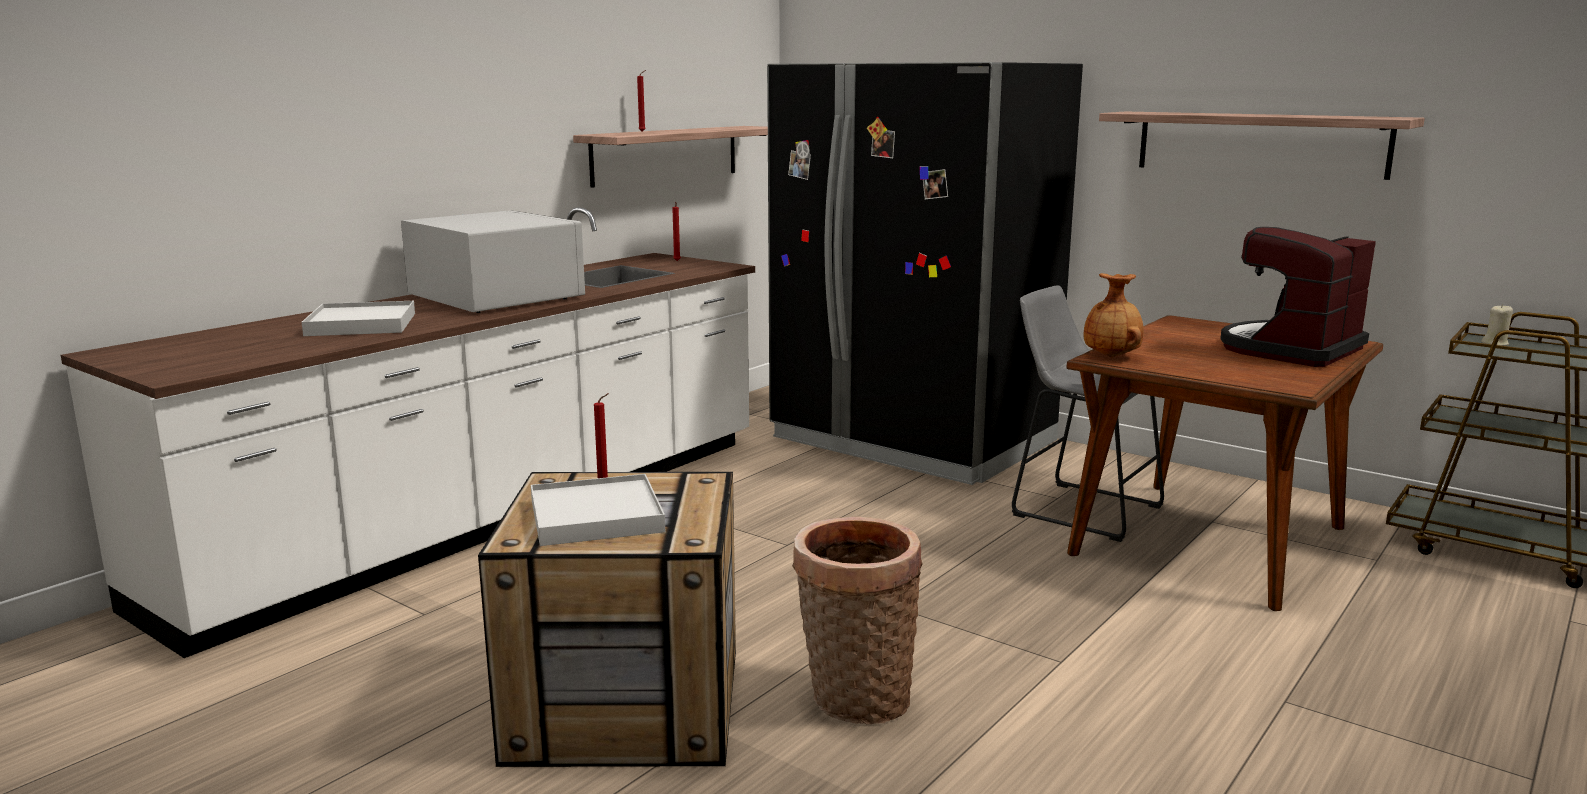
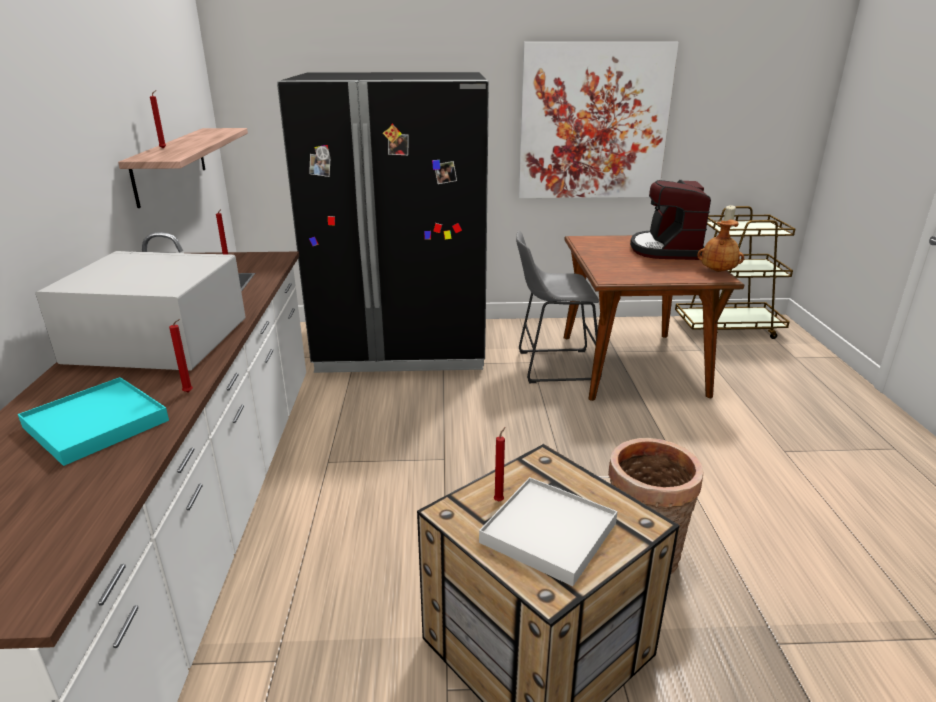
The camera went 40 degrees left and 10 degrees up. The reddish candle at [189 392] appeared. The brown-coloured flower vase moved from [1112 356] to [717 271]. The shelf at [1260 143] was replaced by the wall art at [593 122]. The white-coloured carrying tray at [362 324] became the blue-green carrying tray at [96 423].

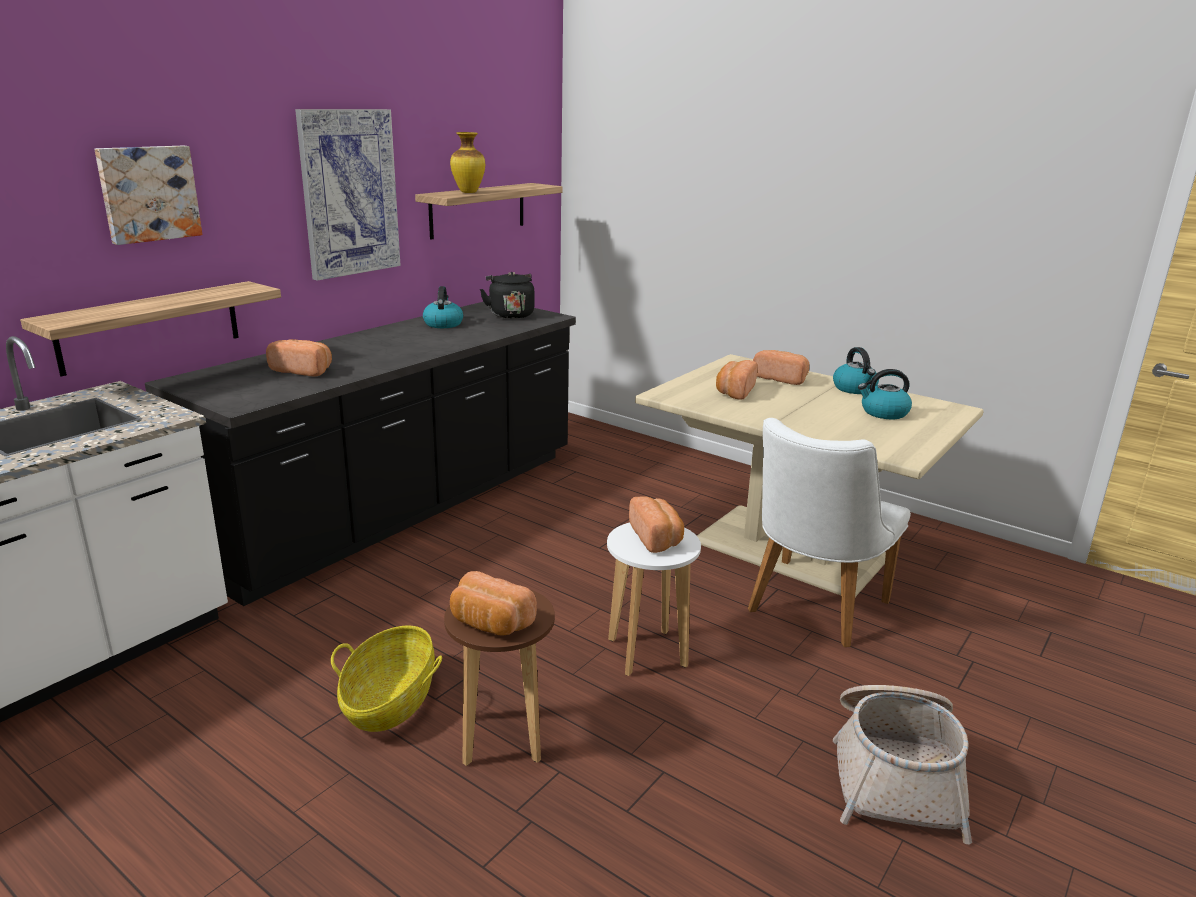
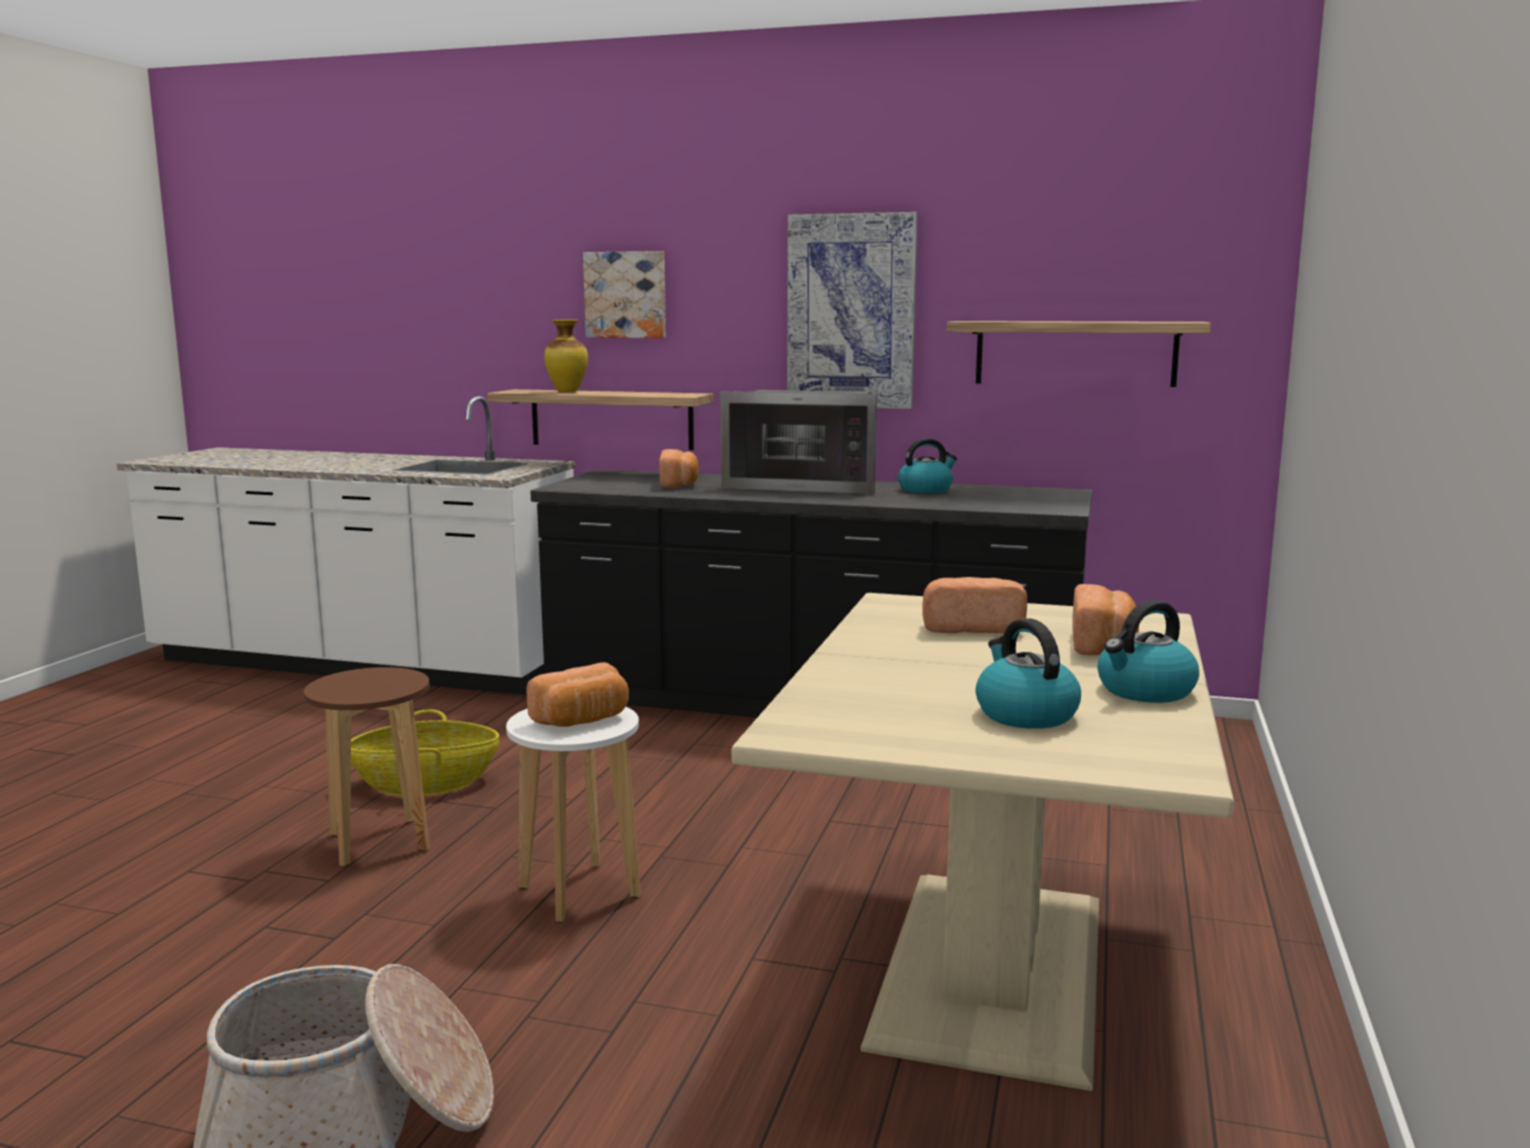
The camera went 70 degrees right and 10 degrees down. The bread at [489 624] disappeared. The blackish water kettle at [510 314] disappeared. The white-coloured chair at [810 611] disappeared. The microwave at [805 485] appeared. The flower vase moved from [469 192] to [567 392].

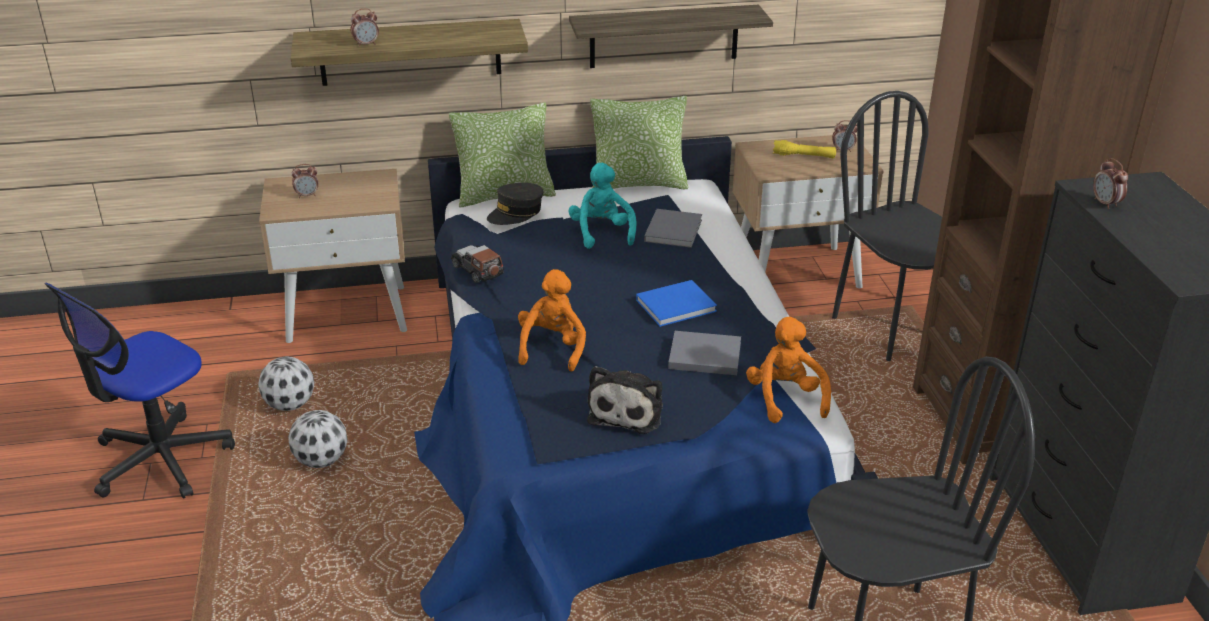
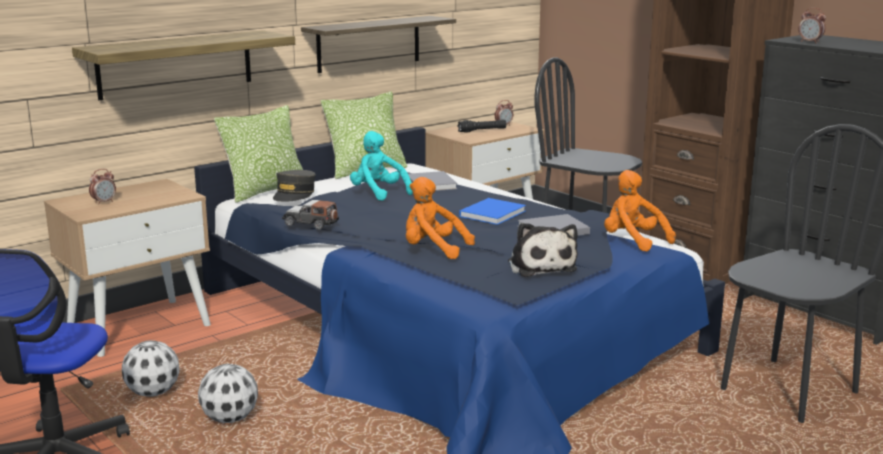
The camera went 30 degrees left and 15 degrees down. The bedside clock at [366 44] disappeared. The yellow-coloured hand torch at [804 156] became the blackish hand torch at [482 130]. The orange-coloured plush toy at [552 348] turned 45 degrees counterclockwise.

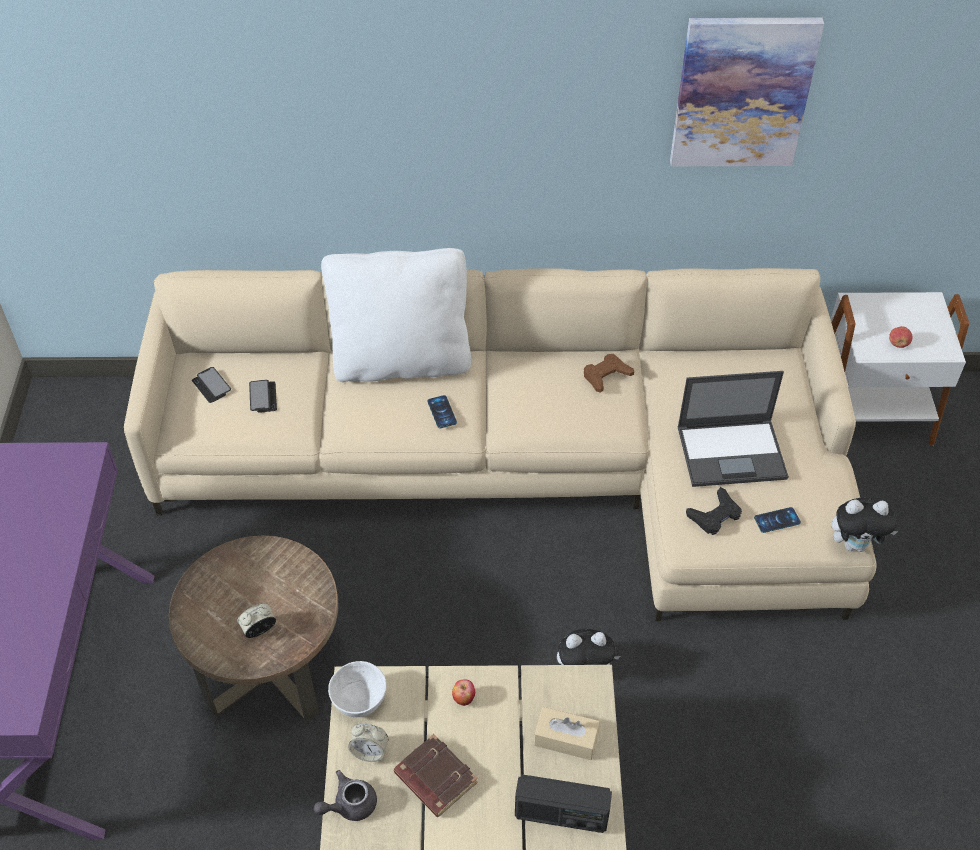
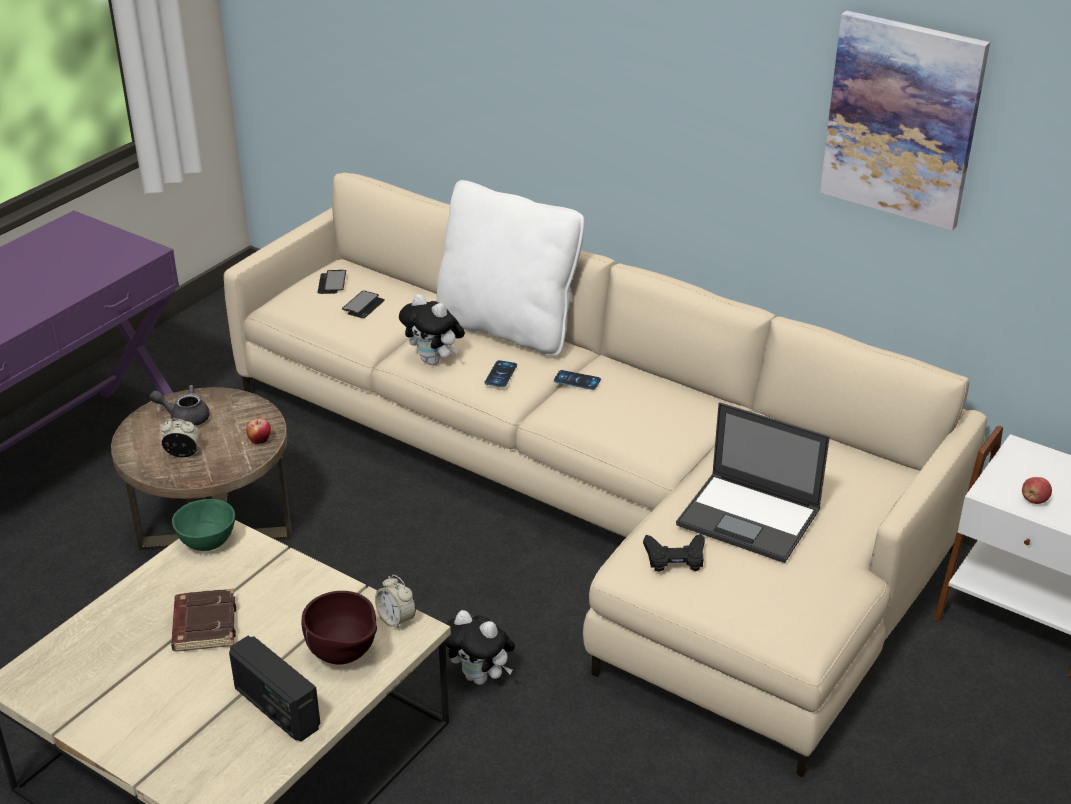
The camera went 35 degrees right and 15 degrees down. The brown-coloured joypad at [606 376] disappeared. The grey pot for tea moved from [349 805] to [185 417]. The bedside clock moved from [370 751] to [396 620]. The apple moved from [463 698] to [260 441]. The handset moved from [777 520] to [577 380]. The plush toy moved from [855 544] to [434 361]. The sand-coloured tissue box at [566 739] was replaced by the brown-coloured bowl at [345 657]. The white-coloured bowl at [359 702] became the greenish bowl at [206 543].

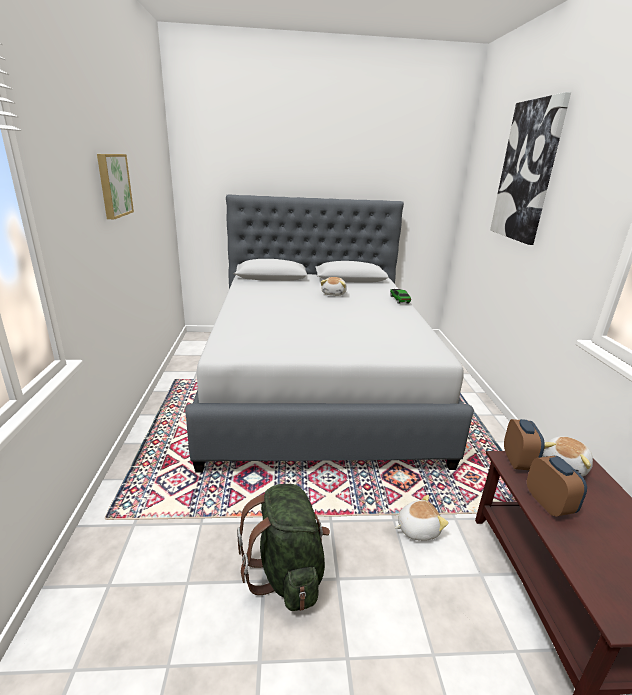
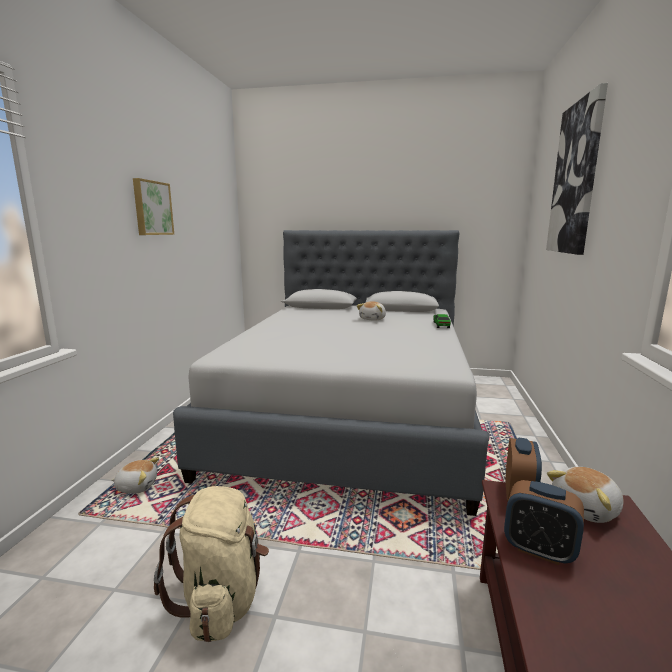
The camera went 15 degrees right and 10 degrees down. The plush toy moved from [417 528] to [137 486]. The greenish rucksack at [287 573] became the sand-coloured rucksack at [221 599]. The bedside clock at [548 504] turned 120 degrees clockwise.

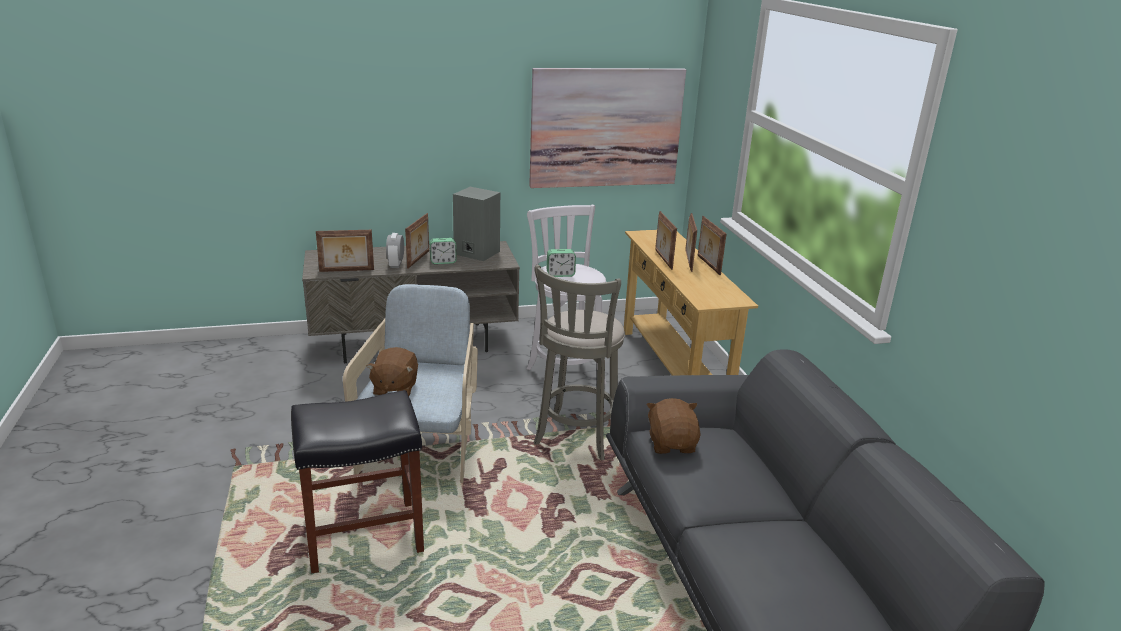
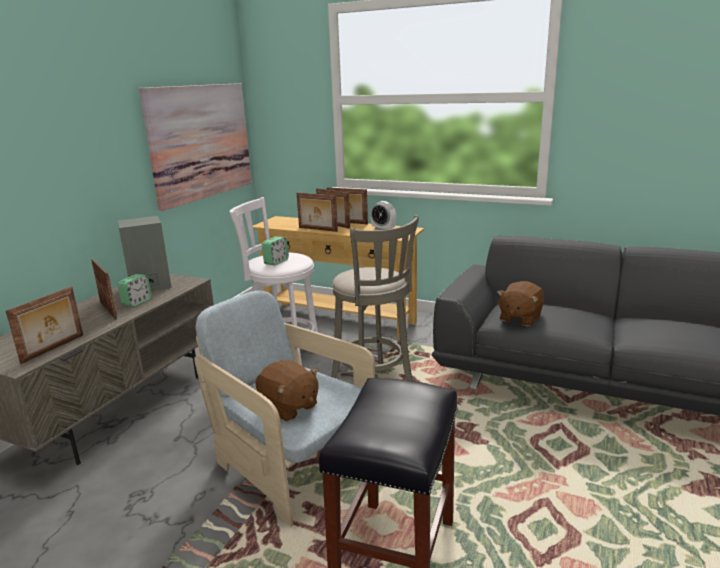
The camera went 50 degrees left and 5 degrees down. The bedside clock moved from [396 264] to [383 229]. The brown-coloured plush toy at [672 444] turned 90 degrees counterclockwise.

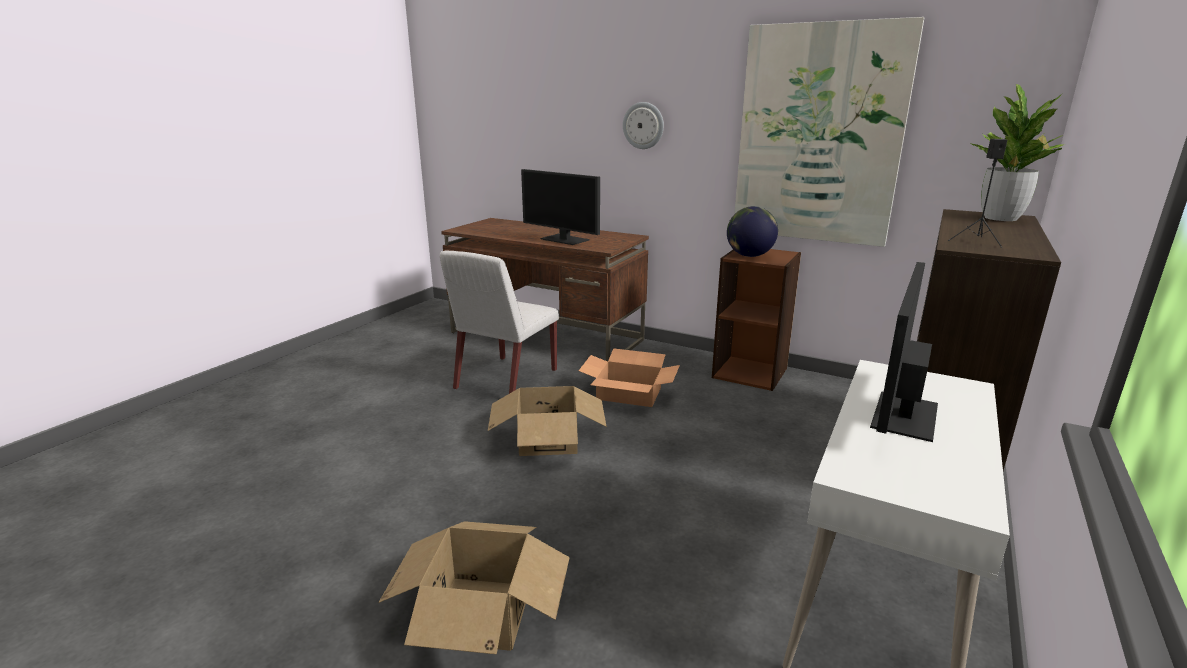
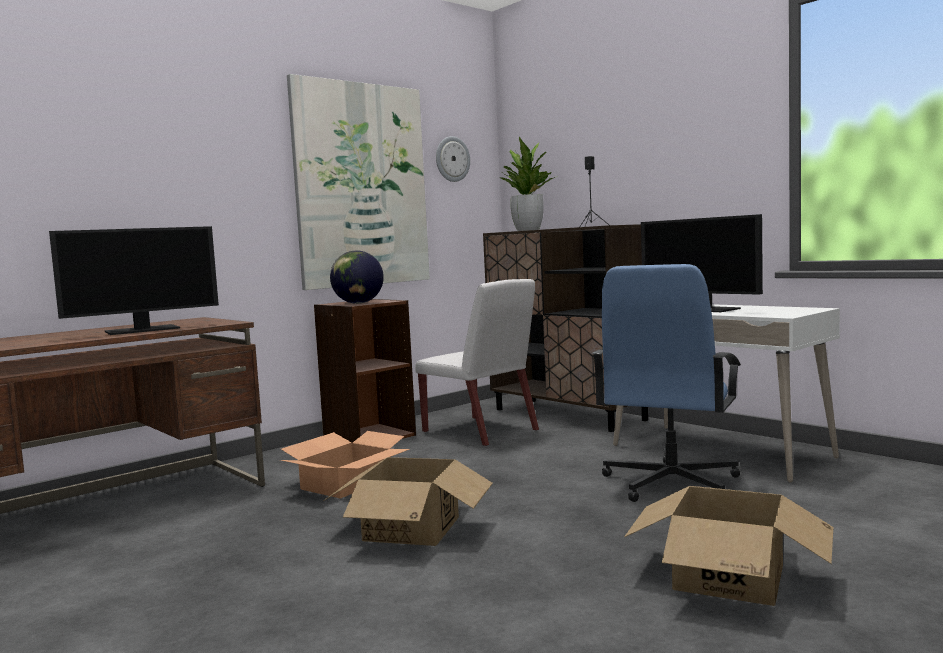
The camera went 70 degrees left and 15 degrees down. The blue computer chair at [670 483] appeared. The white-coloured chair moved from [505 380] to [481 431]. The hanging clock moved from [643 125] to [452 159].

